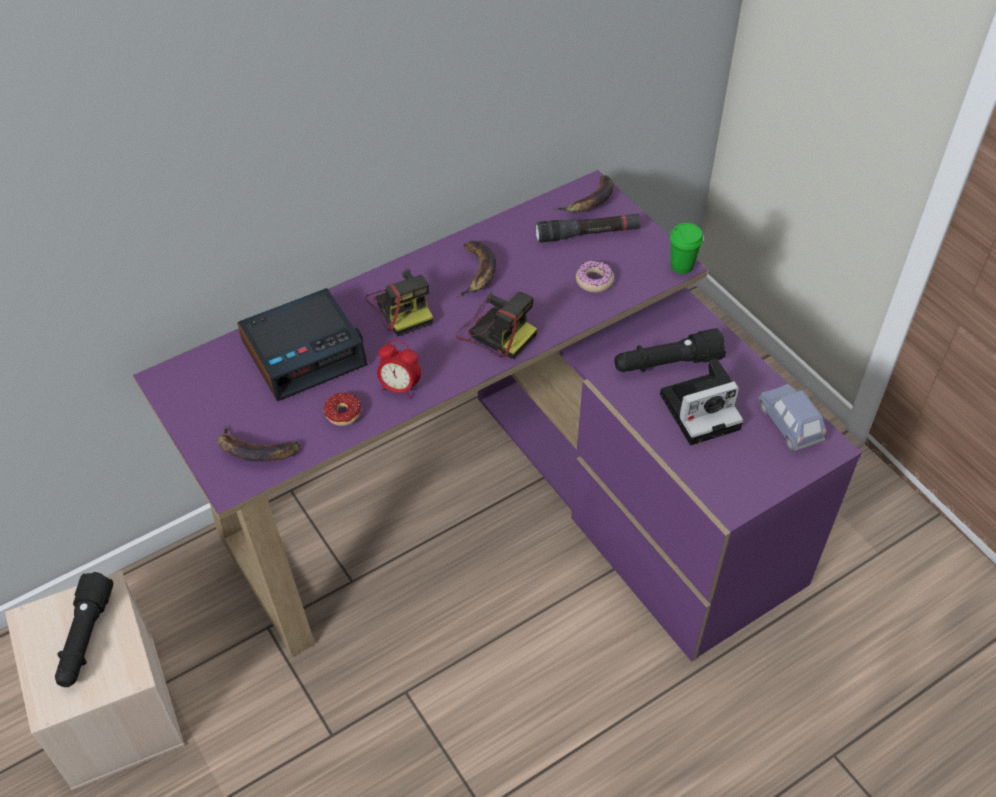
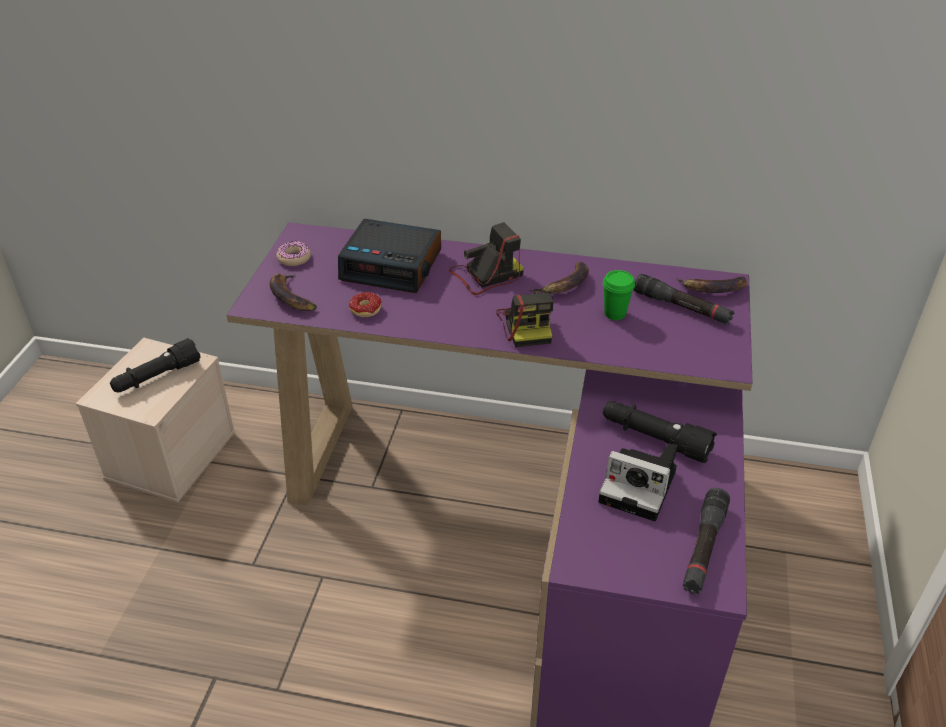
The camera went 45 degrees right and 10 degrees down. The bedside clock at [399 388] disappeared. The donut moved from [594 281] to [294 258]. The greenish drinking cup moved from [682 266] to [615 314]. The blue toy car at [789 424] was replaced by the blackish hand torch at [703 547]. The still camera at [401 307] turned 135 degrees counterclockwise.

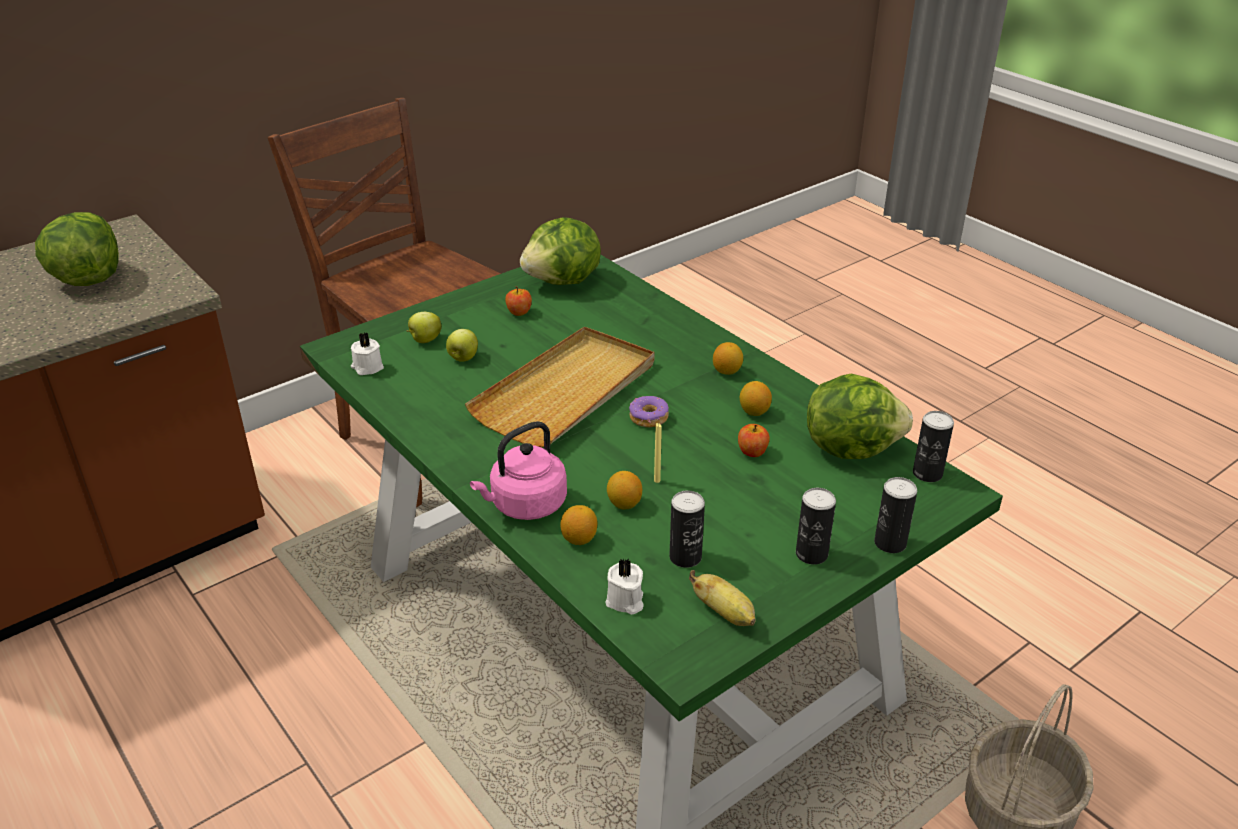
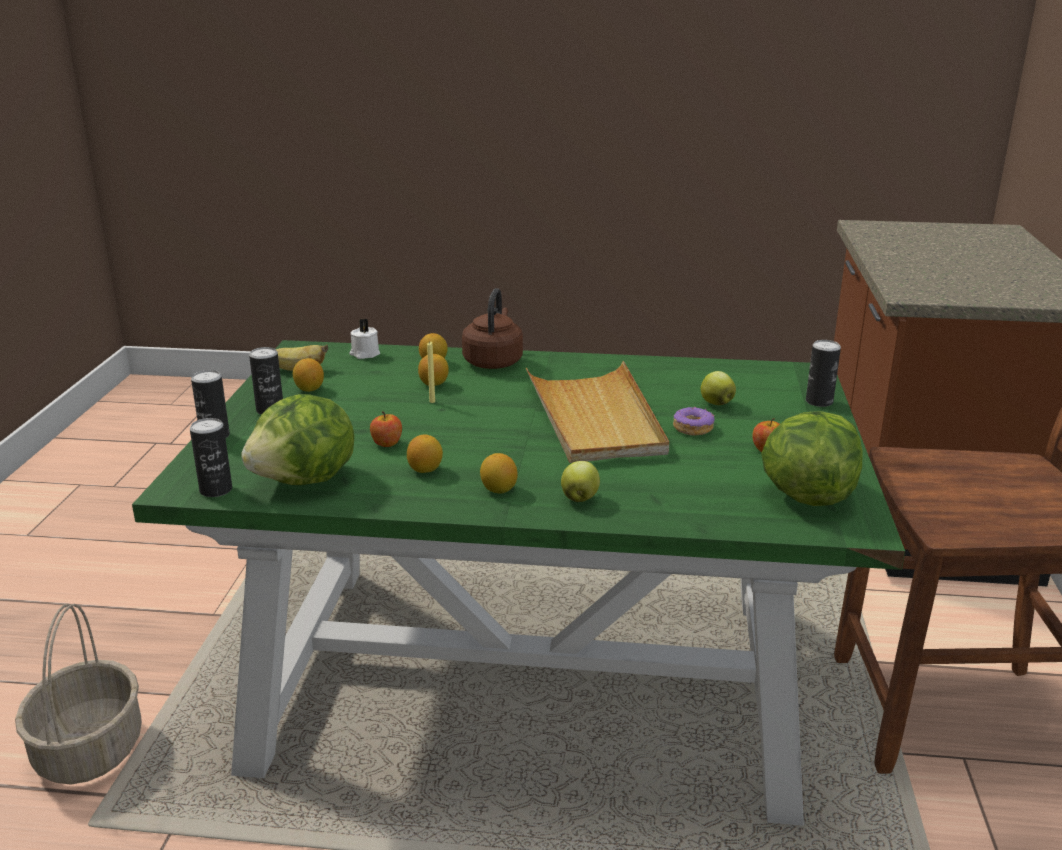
The camera went 135 degrees right and 10 degrees down. The head of lettuce at [87 279] disappeared. The white-coloured candle at [367 367] disappeared. The lemon at [309 389] appeared. The apple moved from [425 340] to [579 498]. The donut moved from [648 418] to [692 428]. The can moved from [685 557] to [819 401]. The pinkish water kettle at [525 505] became the brown-coloured water kettle at [493 361].

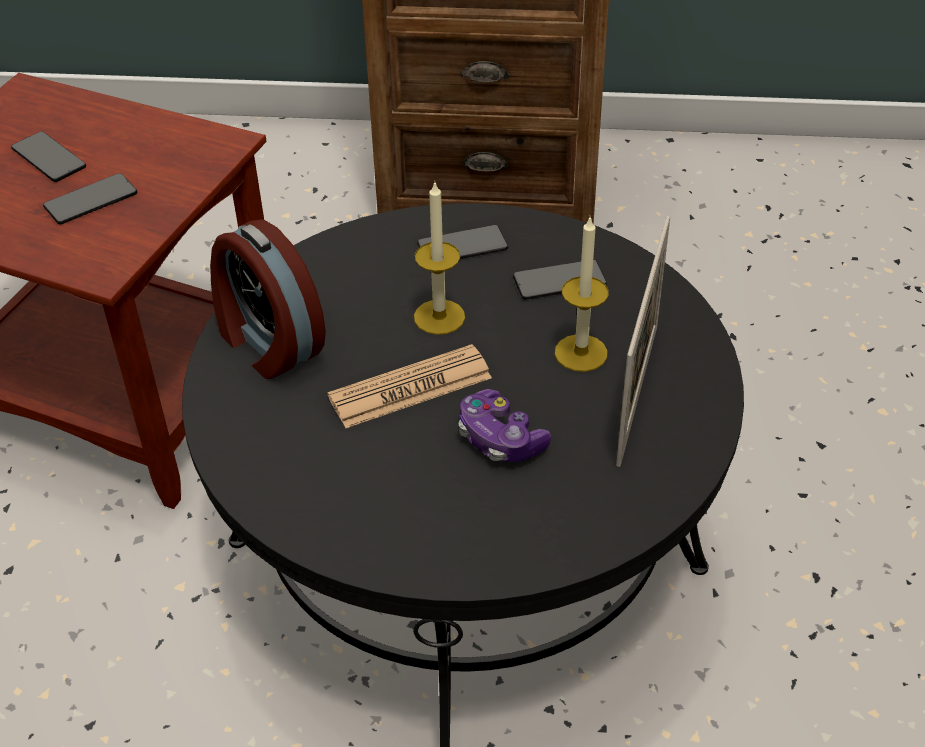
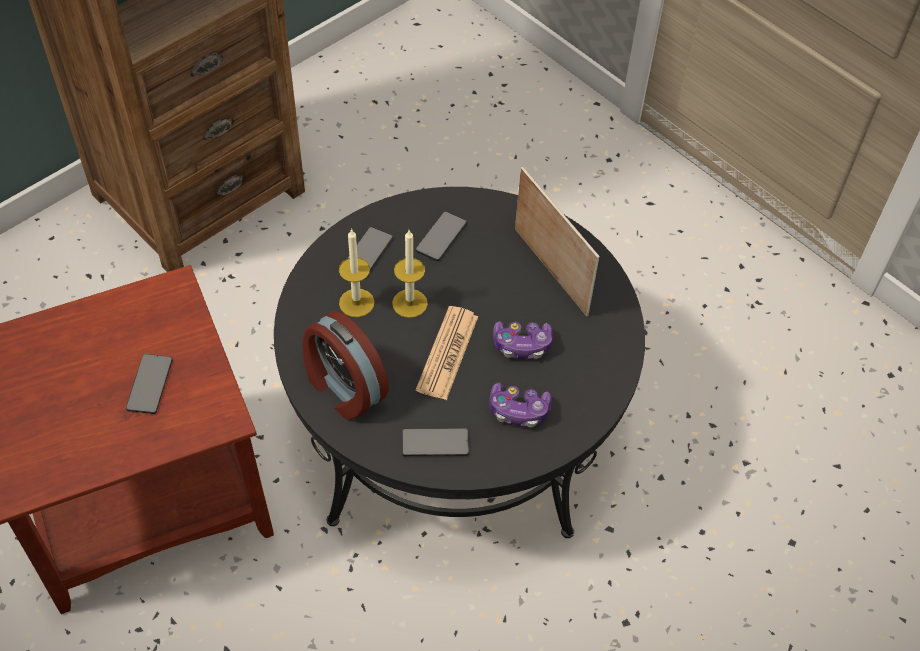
The camera went 50 degrees left and 10 degrees up. The joypad at [518 410] appeared. The handset moved from [48 158] to [435 443]. The candle moved from [581 353] to [356 303]. The bedside clock at [267 343] turned 45 degrees clockwise.

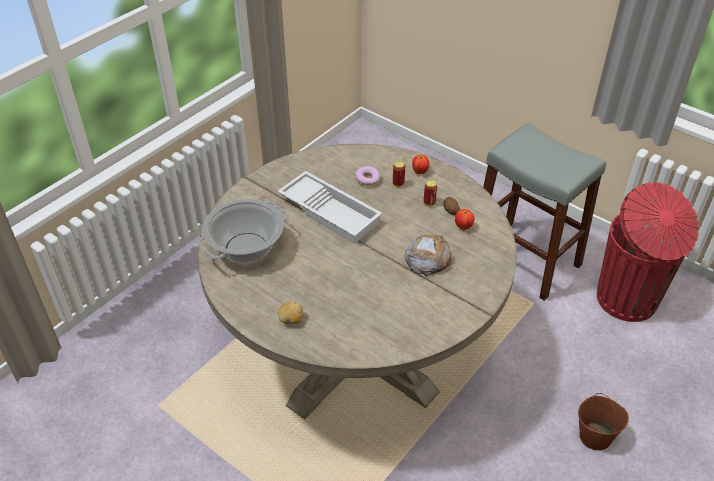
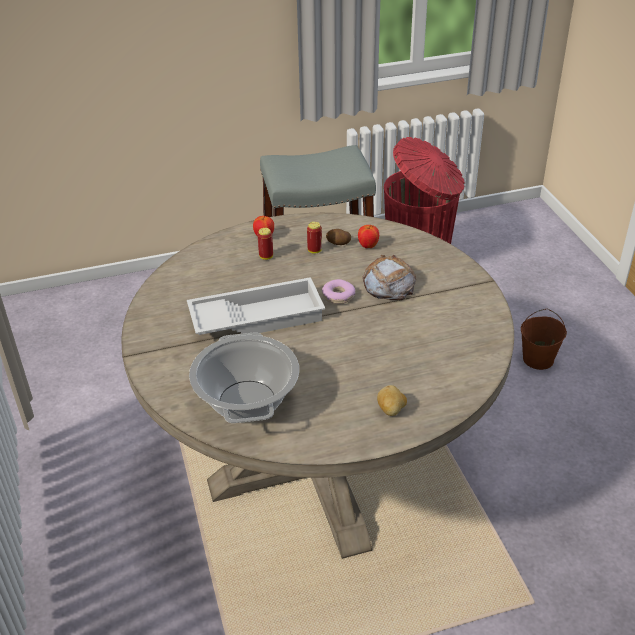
The camera went 55 degrees left and 5 degrees down. The donut moved from [367 179] to [338 296].

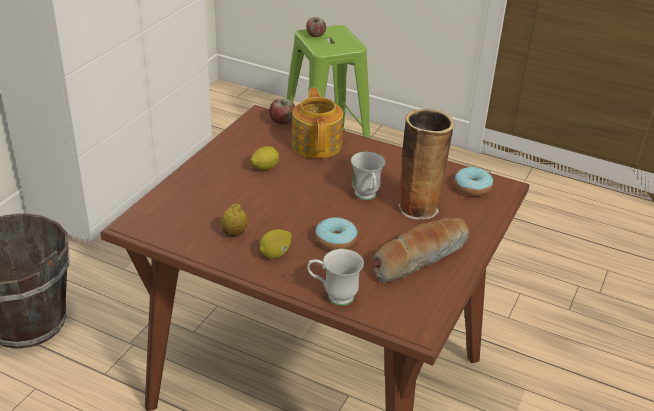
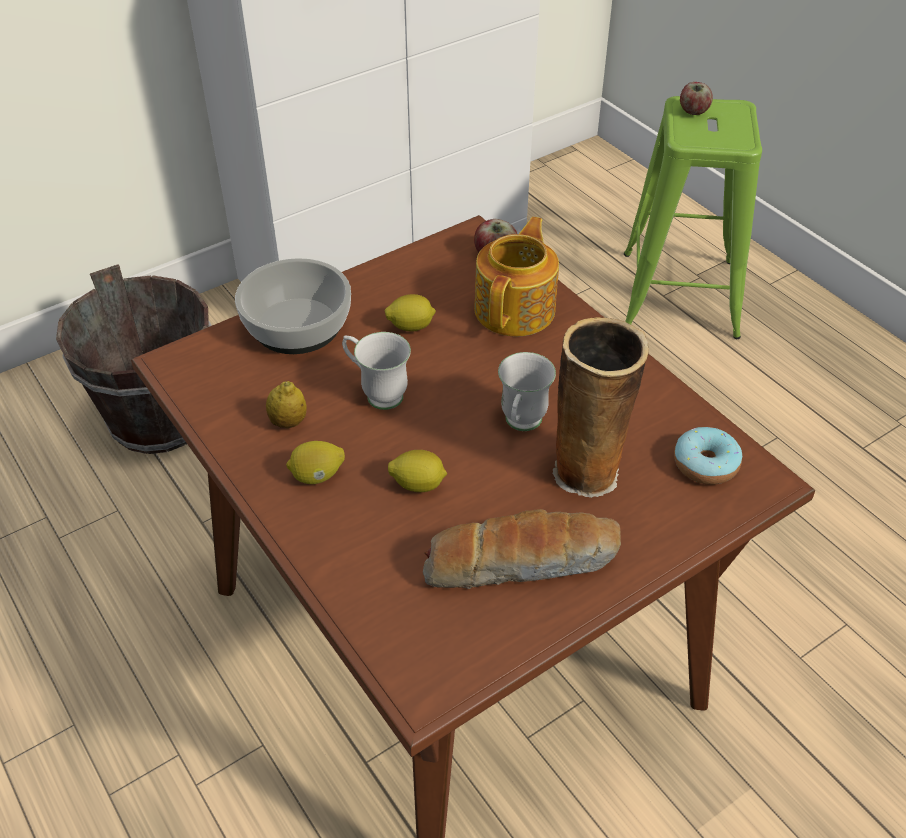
The camera went 30 degrees right and 10 degrees up. The bowl at [298 326] appeared. The white-coloured mug moved from [333 296] to [376 393]. The donut at [335 240] was replaced by the lemon at [418 484].

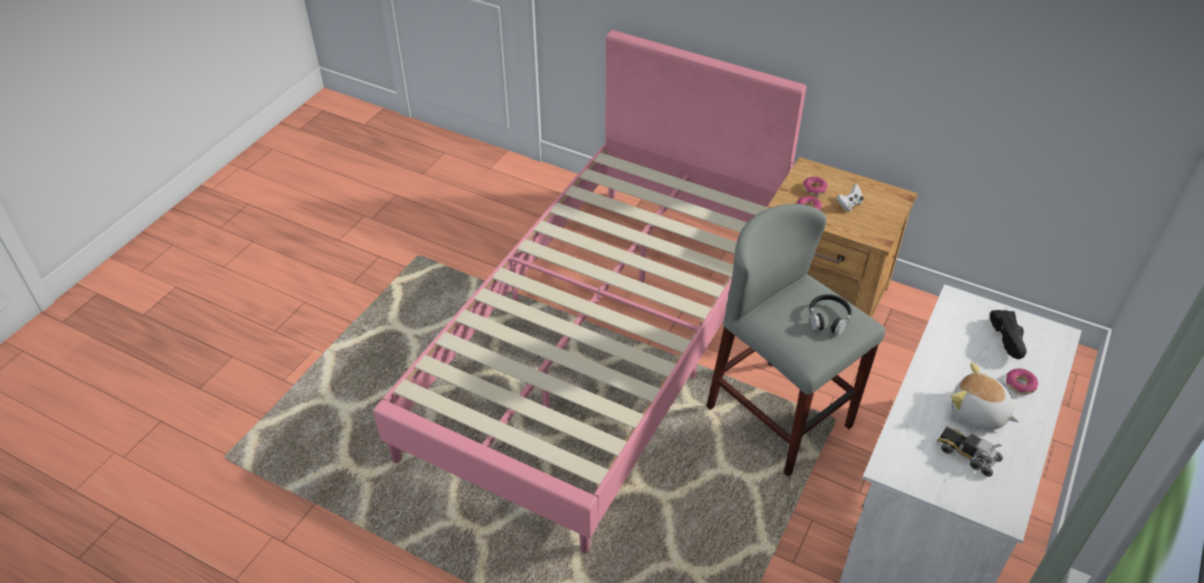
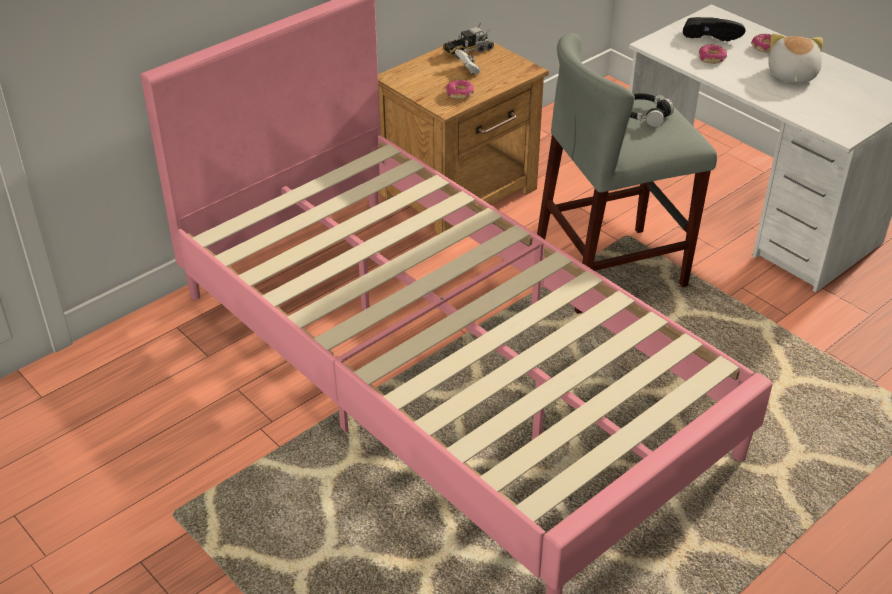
The camera went 70 degrees left and 5 degrees down. The donut moved from [814 189] to [711 58]. The toy truck moved from [967 454] to [467 50]. The plush toy at [978 413] turned 135 degrees clockwise.

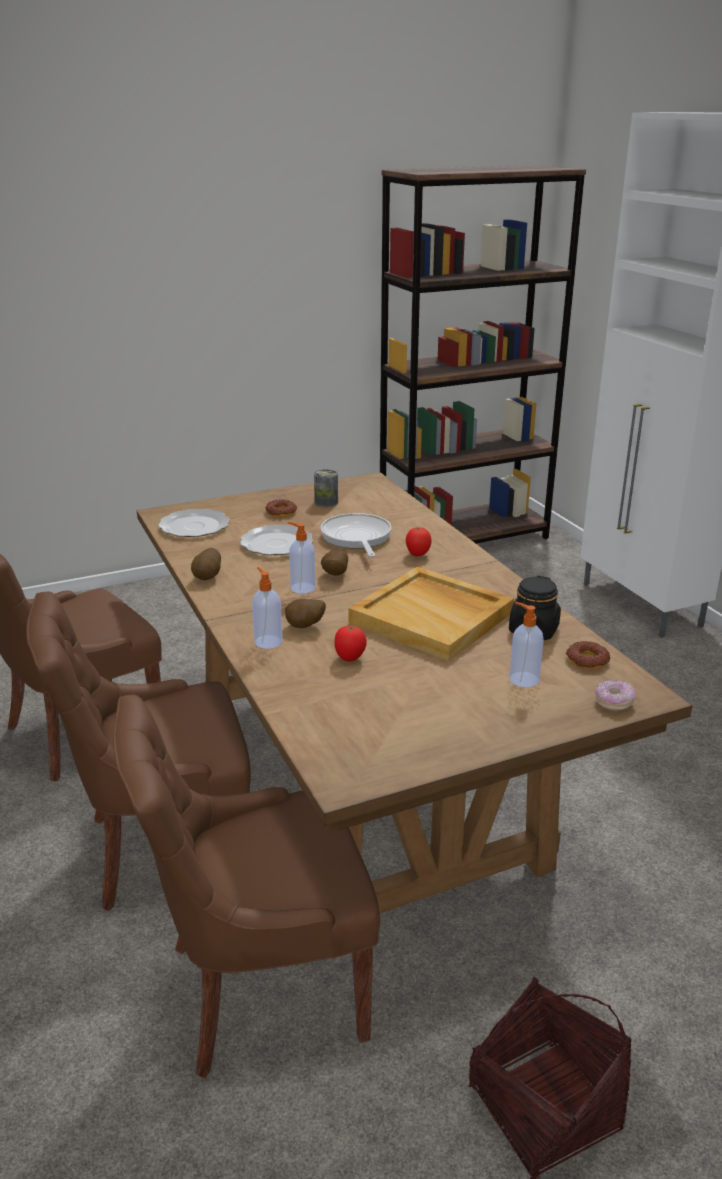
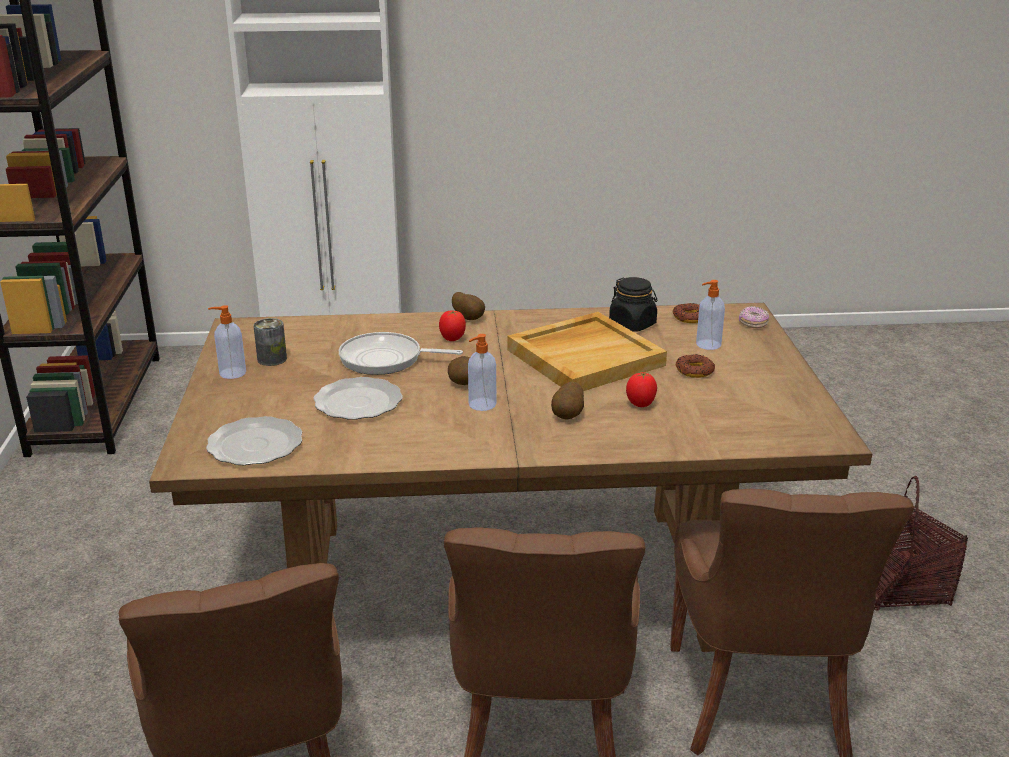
The camera went 70 degrees left and 0 degrees up. The potato moved from [208 577] to [469 318]. The liquid soap bottle moved from [267 641] to [231 373]. The donut moved from [281 512] to [694 371].

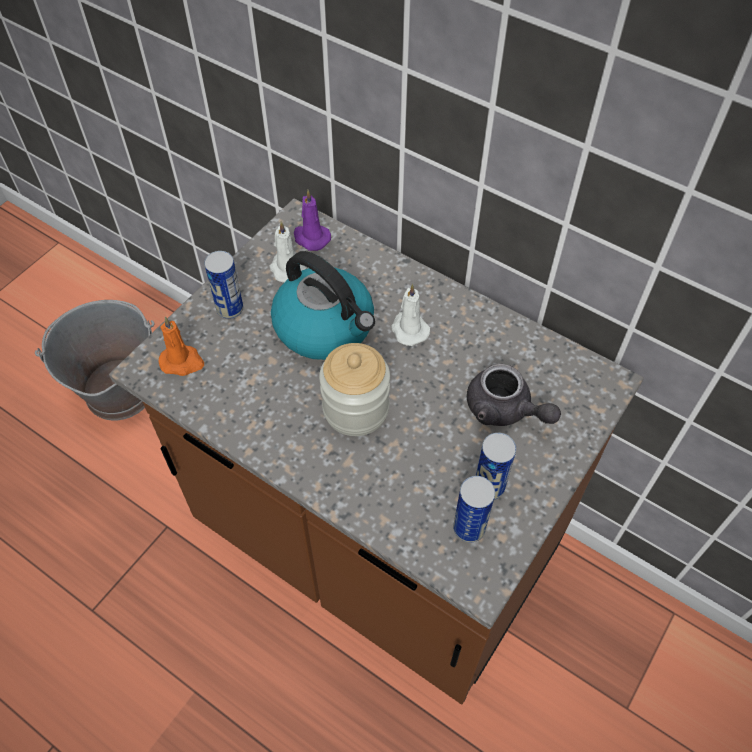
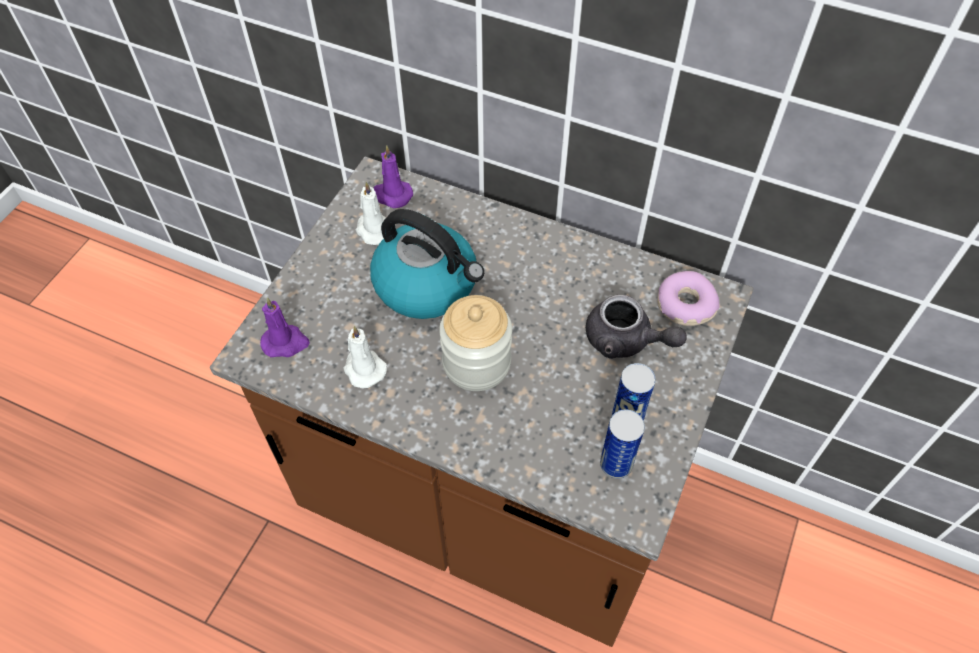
The camera went 10 degrees left and 0 degrees up. The grey pail at [119 391] disappeared. The can at [230 309] disappeared. The donut at [685 305] appeared. The white-coloured candle moved from [408 329] to [363 368]. The orange-coloured candle at [182 362] became the purple candle at [286 342].

